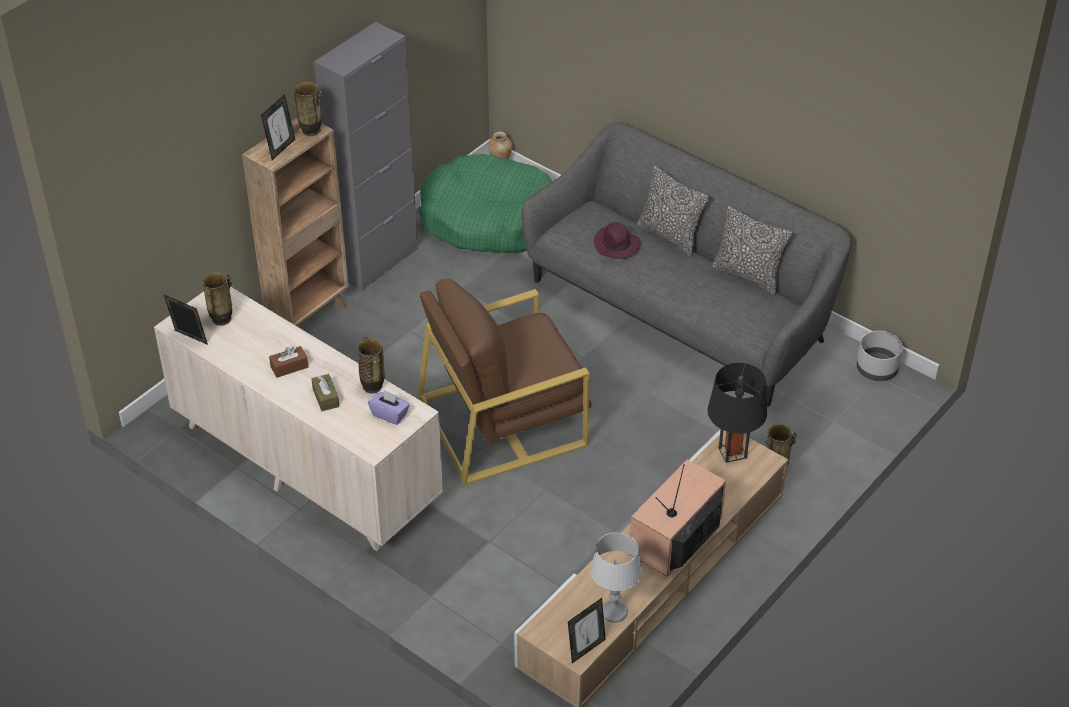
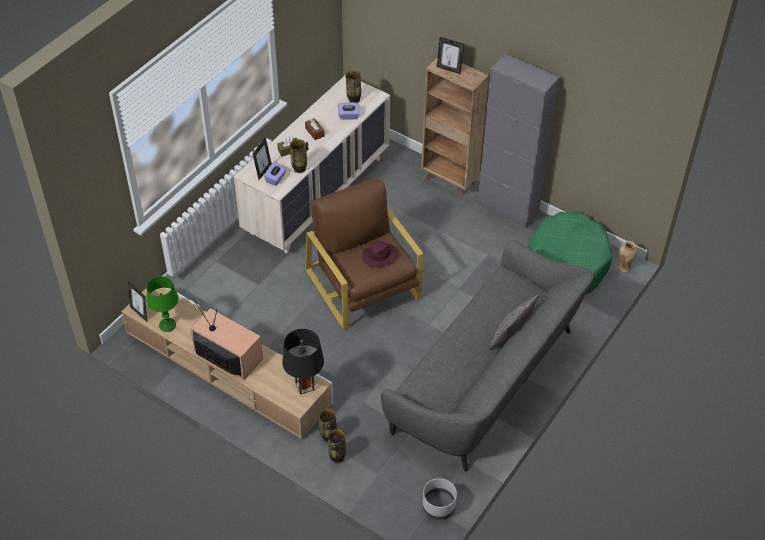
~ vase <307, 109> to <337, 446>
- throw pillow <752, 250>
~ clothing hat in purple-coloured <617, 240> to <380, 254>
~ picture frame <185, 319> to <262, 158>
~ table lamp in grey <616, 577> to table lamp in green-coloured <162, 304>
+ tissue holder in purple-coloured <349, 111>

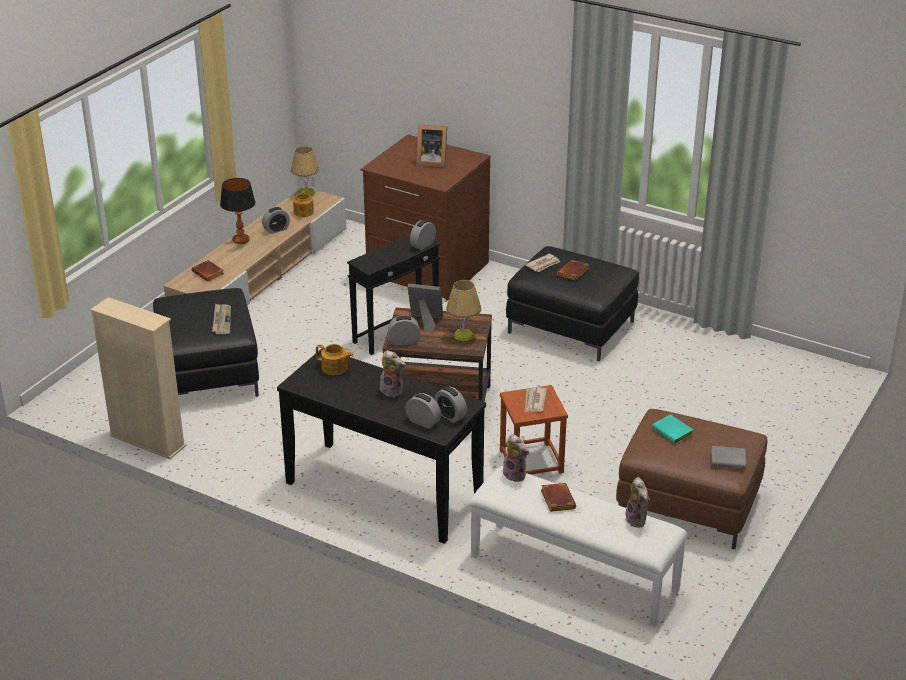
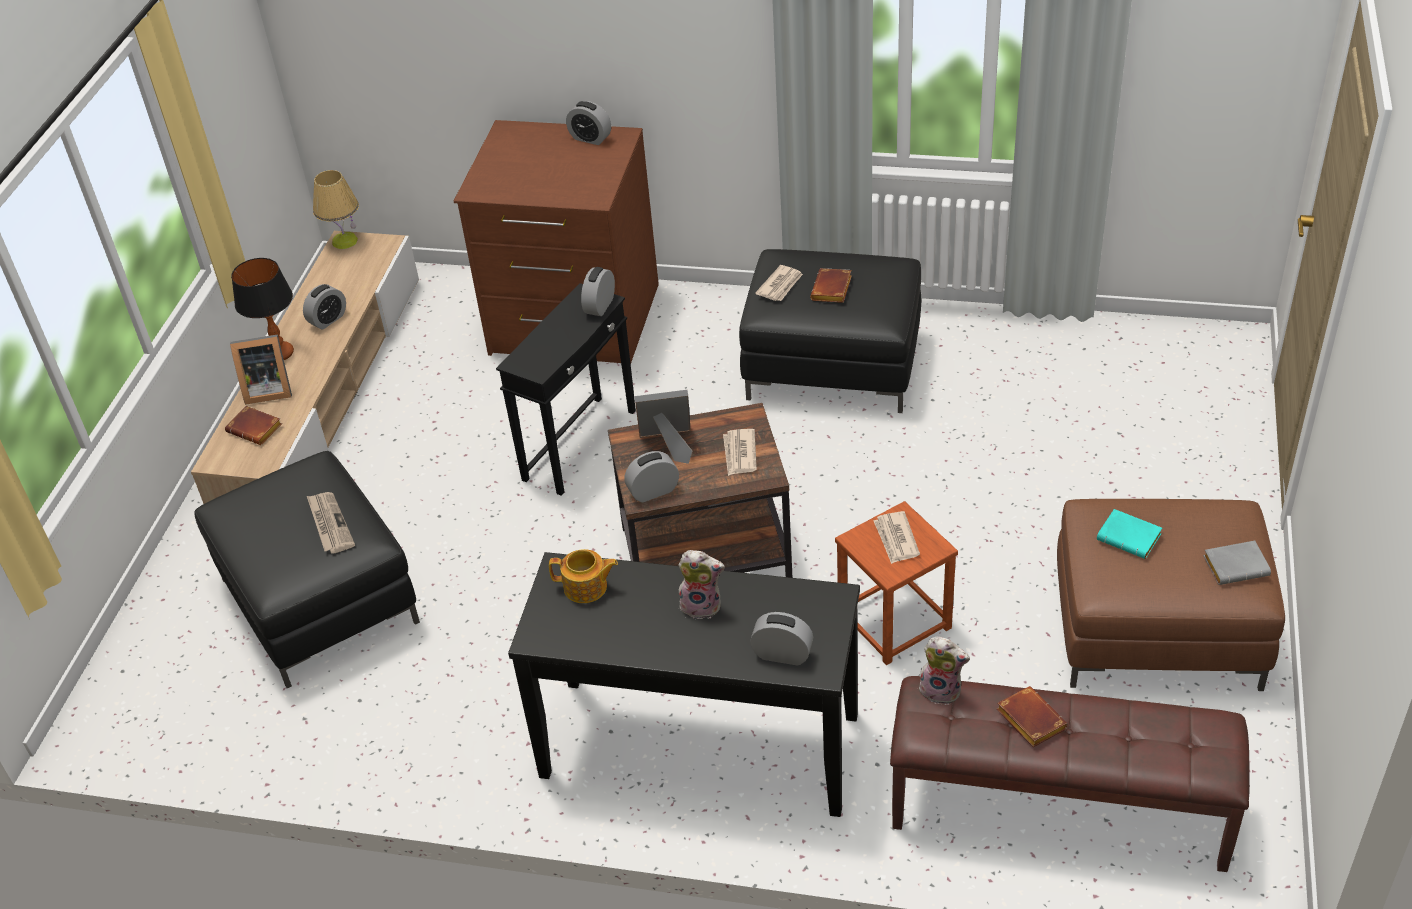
~ picture frame <432, 145> to <261, 369>
- tea pot <303, 203>
~ table lamp <463, 310> to daily paper <740, 452>
- shelving unit in beige <138, 378>
~ bedside clock <450, 405> to <588, 123>
~ long seat in white-coloured <578, 546> to long seat in brownish <1070, 774>
- plush toy <638, 502>

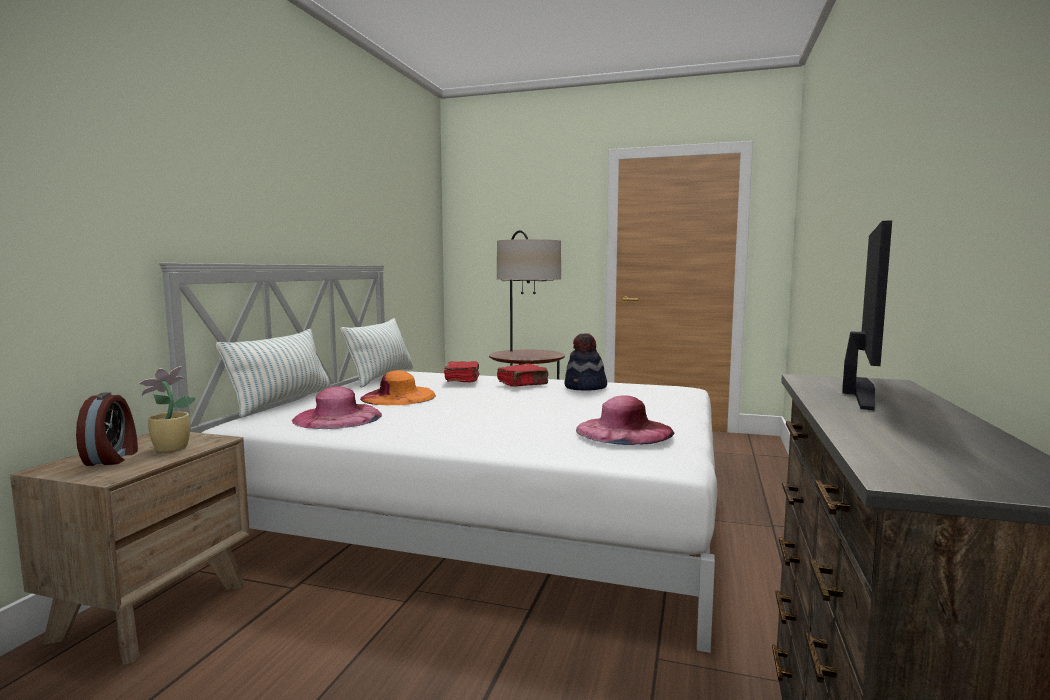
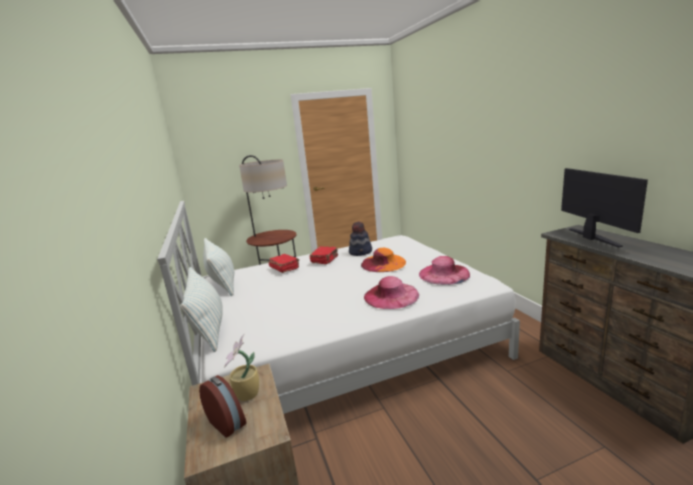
~ clothing hat in orange <398, 387> to <383, 260>
~ clothing hat in pink <337, 407> to <391, 292>

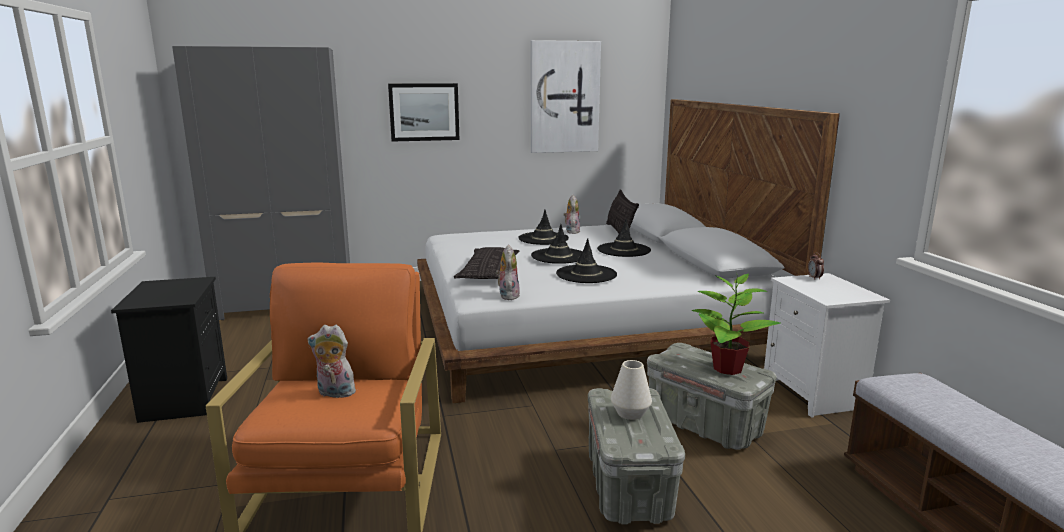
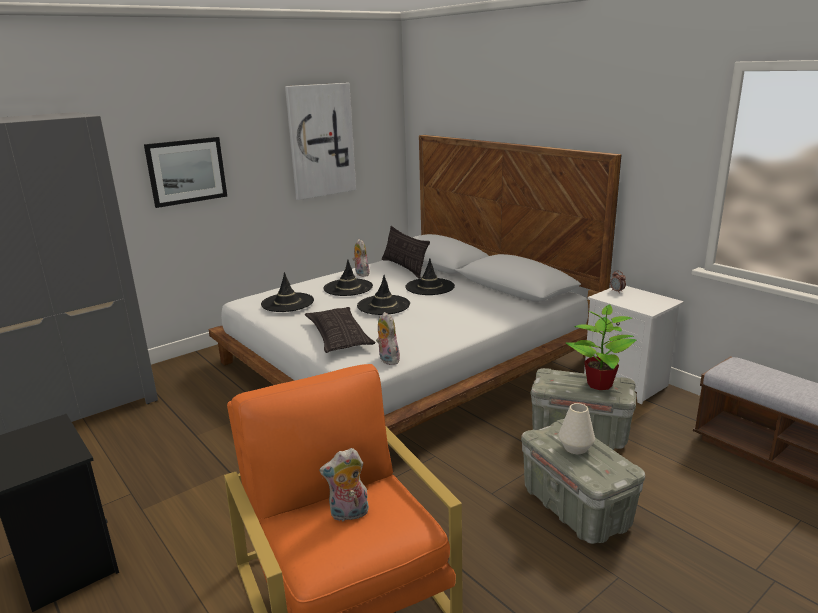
~ clothing hat in black-coloured <586, 260> to <287, 292>

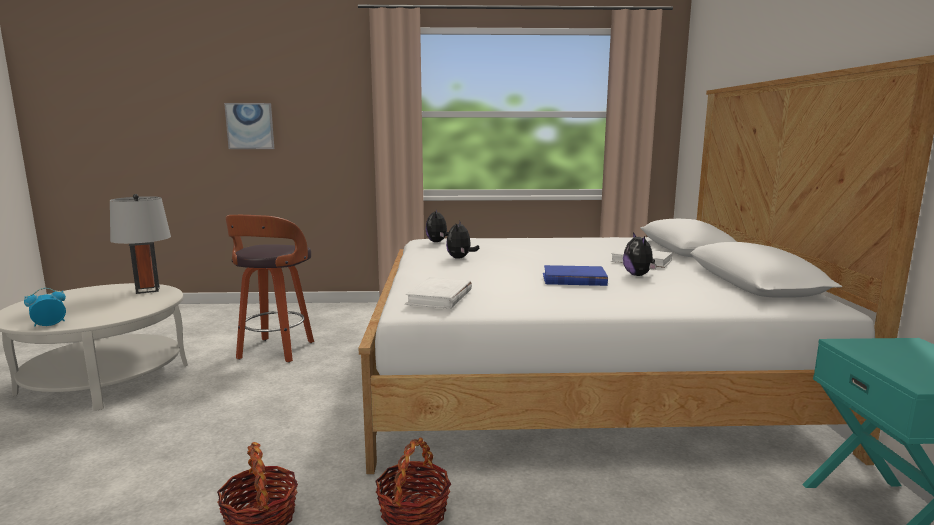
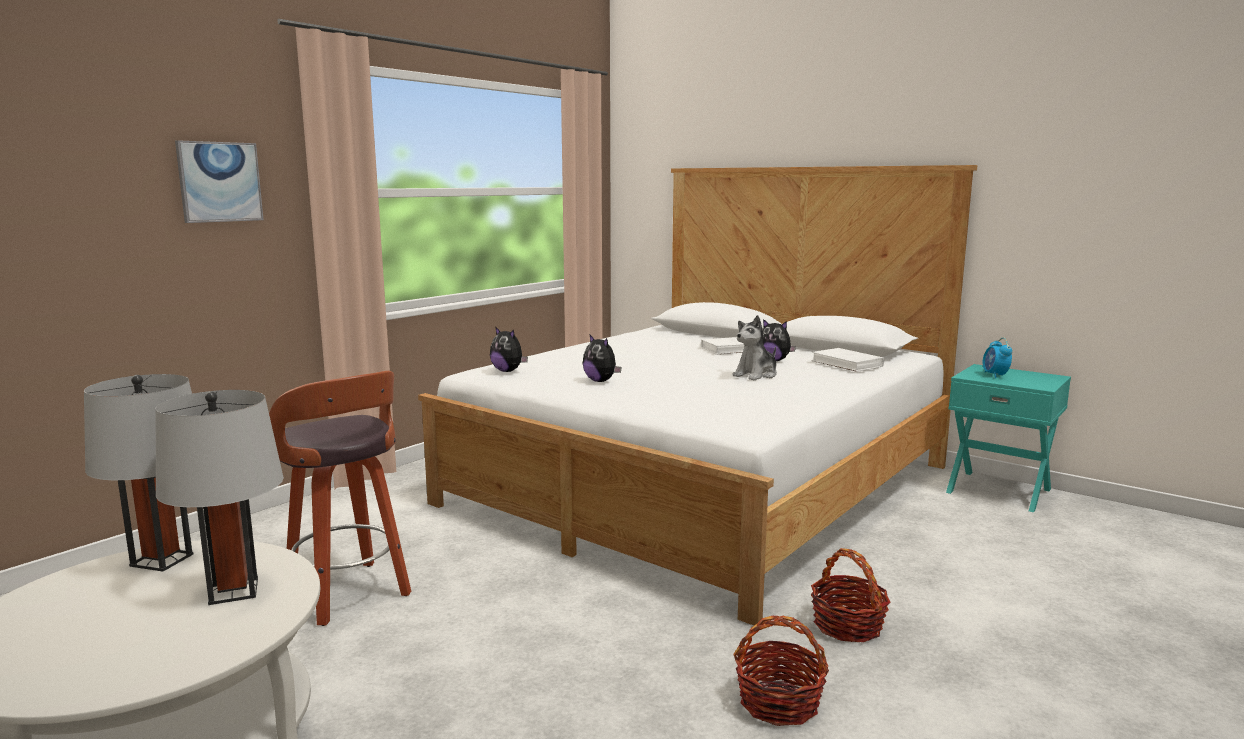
~ wall picture <249, 126> to <219, 181>
~ volume in blue-coloured <575, 275> to plush toy <754, 347>
~ volume in white-coloured <438, 293> to <848, 360>
~ bedside clock <45, 307> to <997, 357>
+ table lamp in grey <219, 497>

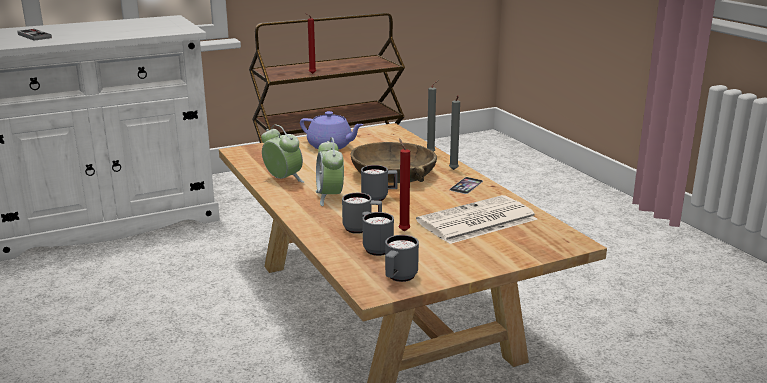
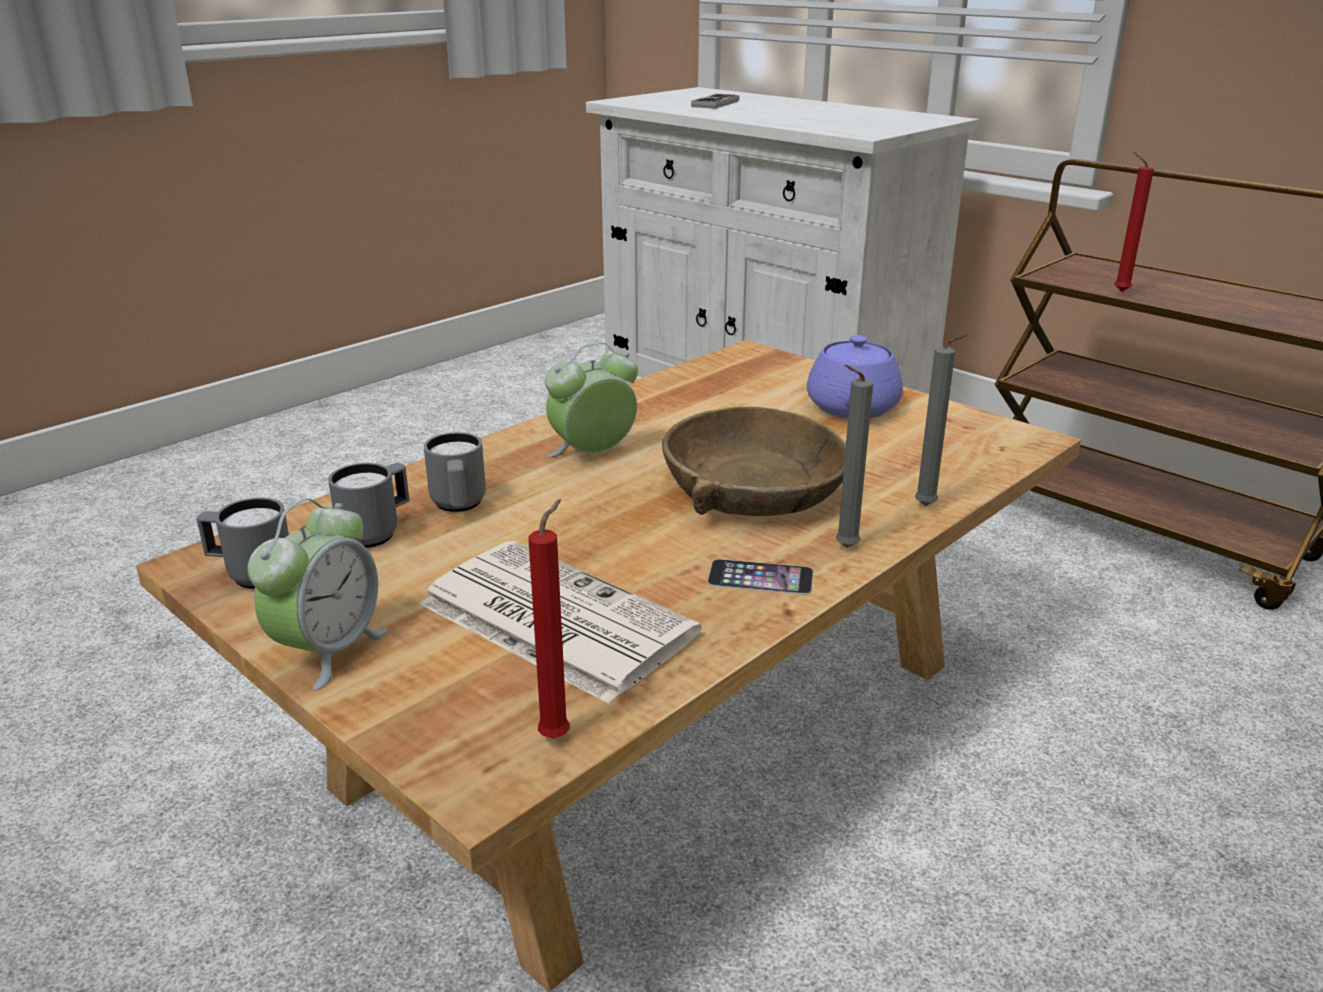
~ bedside clock <282, 153> to <317, 594>
~ wax light in red-coloured <404, 185> to <549, 618>
- coffee mug in grey <379, 183>

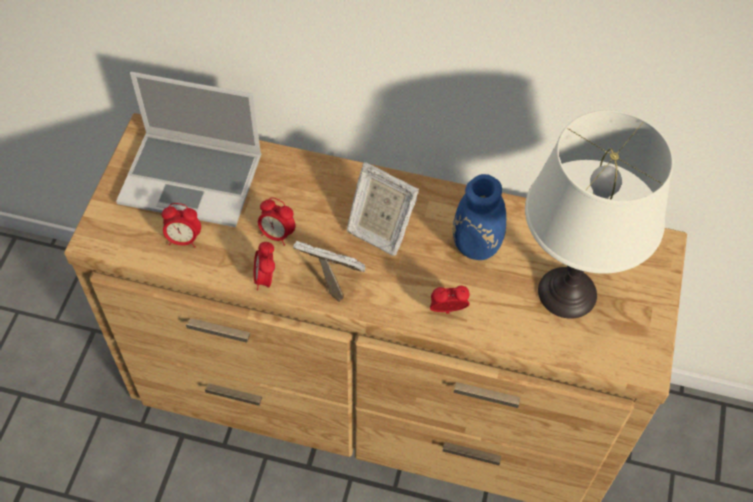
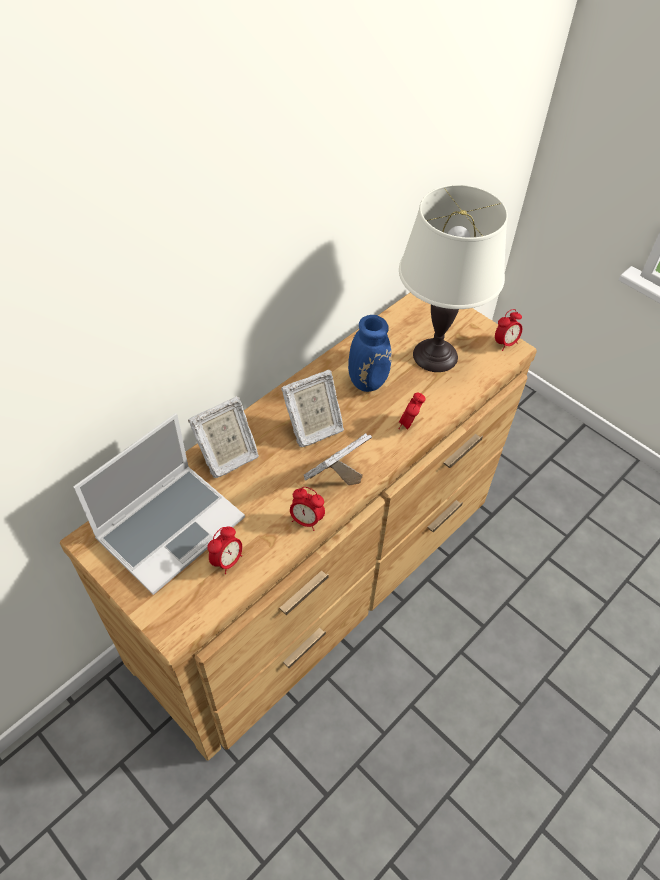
~ bedside clock <276, 221> to <508, 330>
+ picture frame <223, 437>

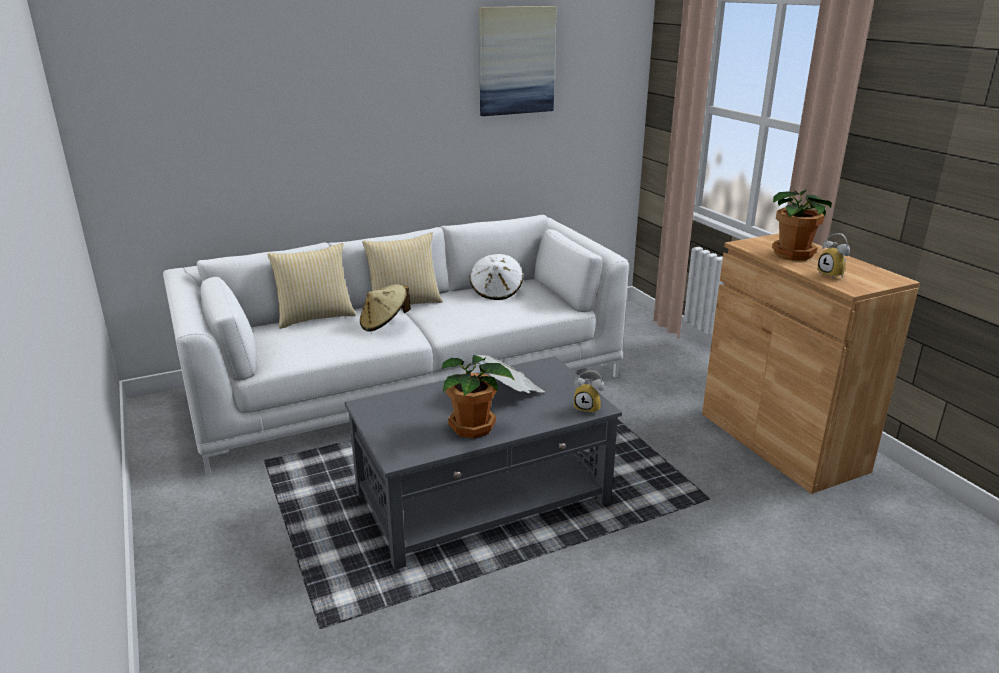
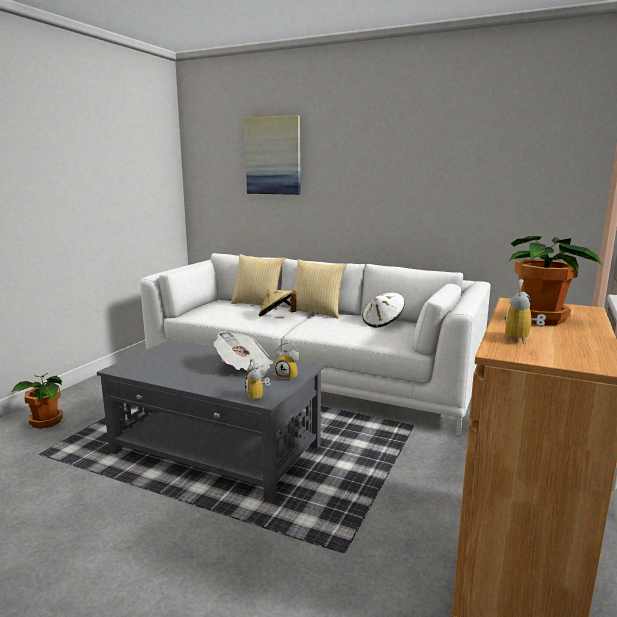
~ wall picture <518, 61> to <273, 155>
~ plant in a pot <478, 396> to <37, 401>
+ bedside clock <287, 361>

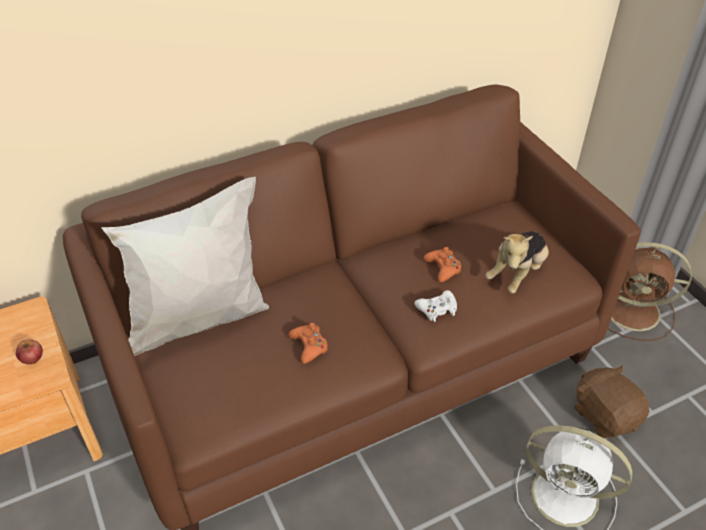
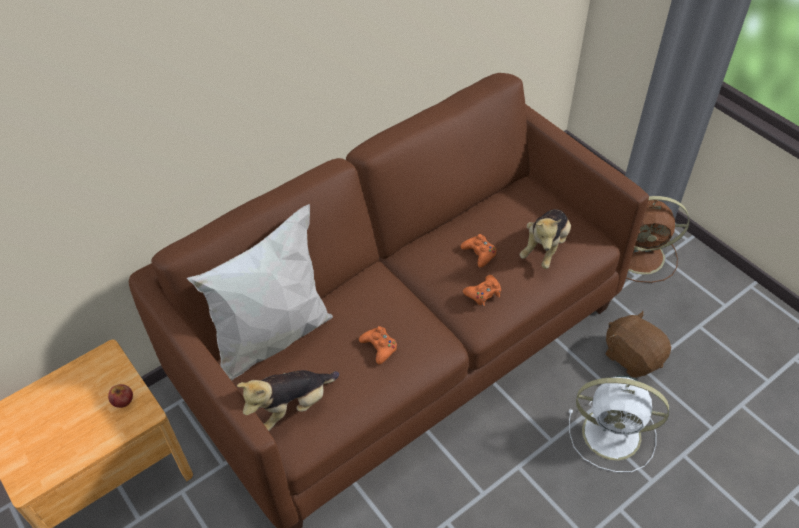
~ gamepad in white-coloured <435, 306> to gamepad in orange <482, 290>
+ plush toy <288, 400>

